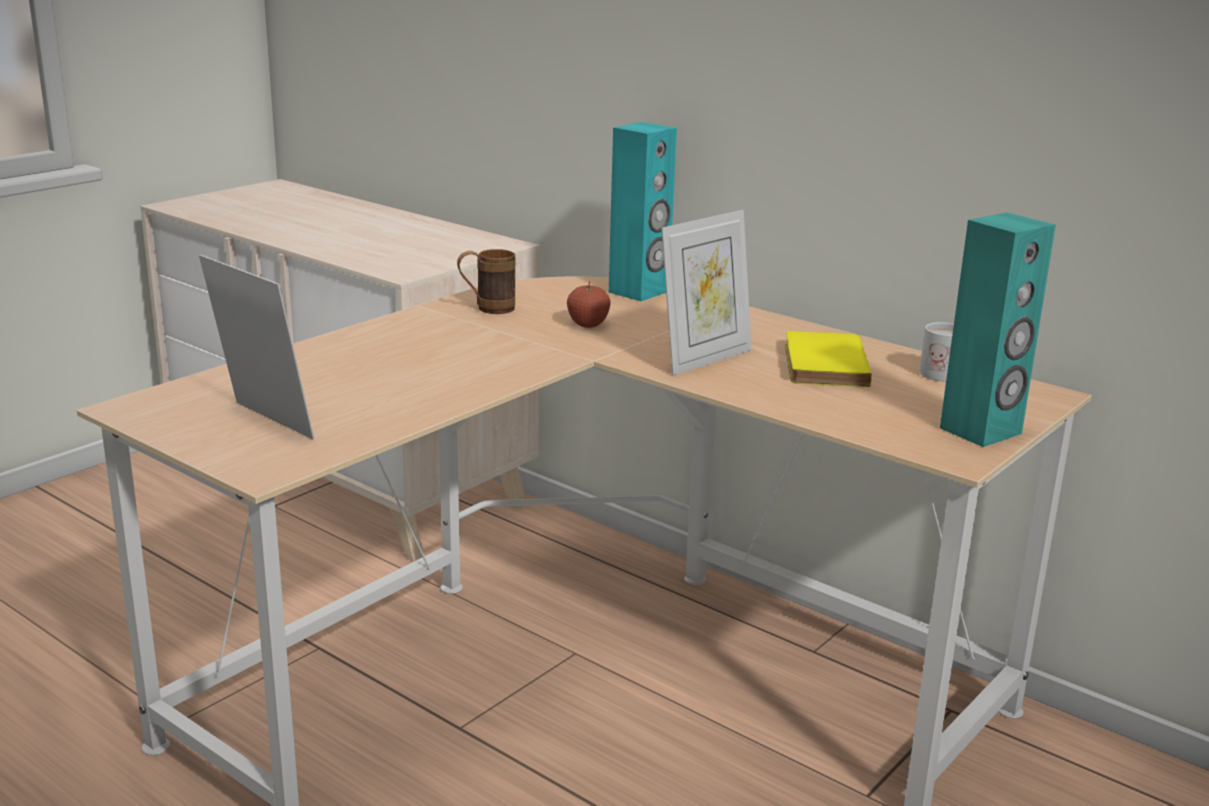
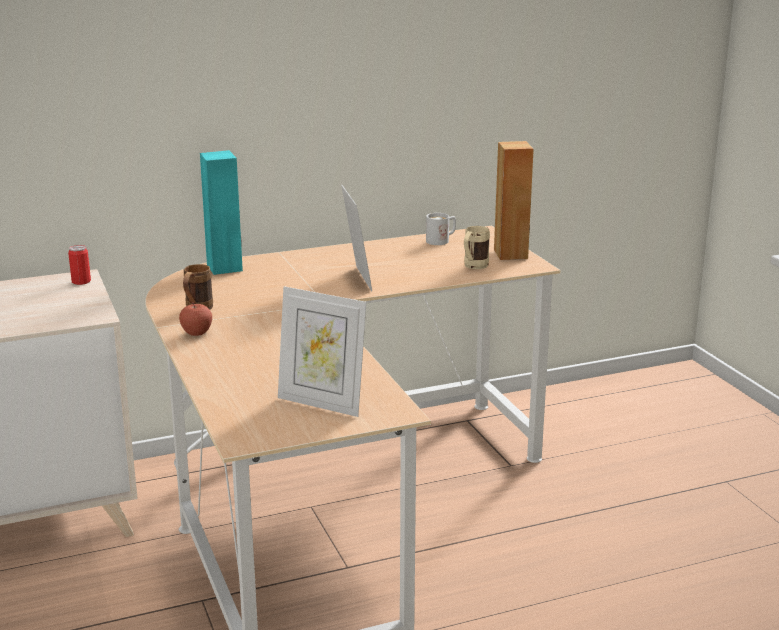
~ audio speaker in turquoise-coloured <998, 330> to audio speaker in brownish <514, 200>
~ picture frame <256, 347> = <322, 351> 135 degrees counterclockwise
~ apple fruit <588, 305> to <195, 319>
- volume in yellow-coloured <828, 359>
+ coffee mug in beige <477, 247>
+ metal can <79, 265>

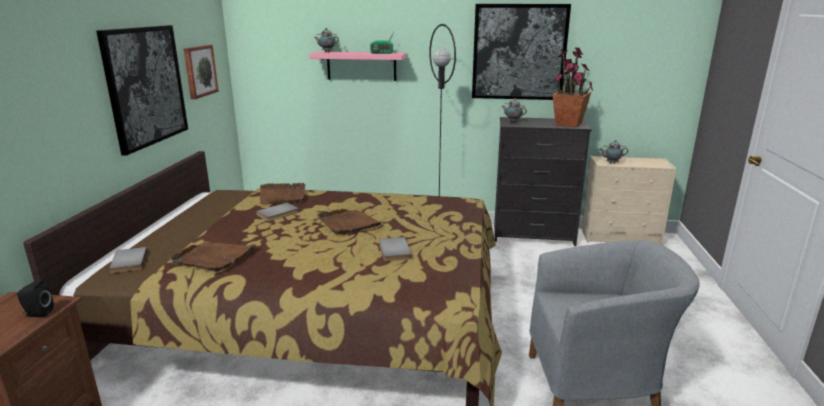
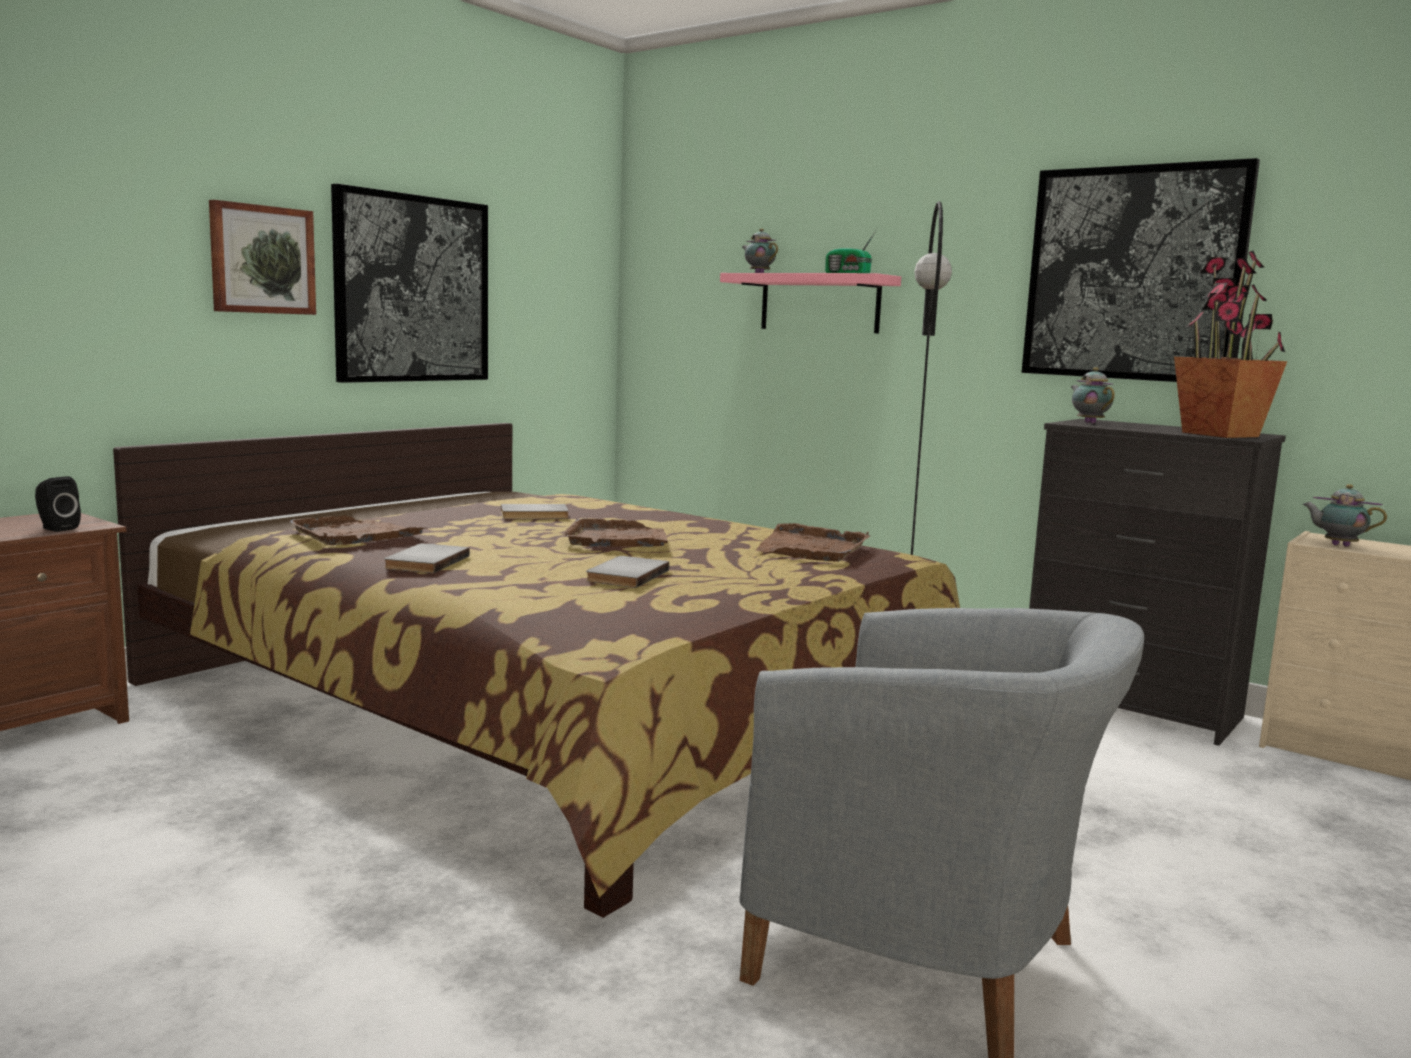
~ wall picture <201, 72> to <262, 257>
~ tray in brownish <283, 193> to <812, 542>
~ volume in grey <128, 260> to <427, 558>

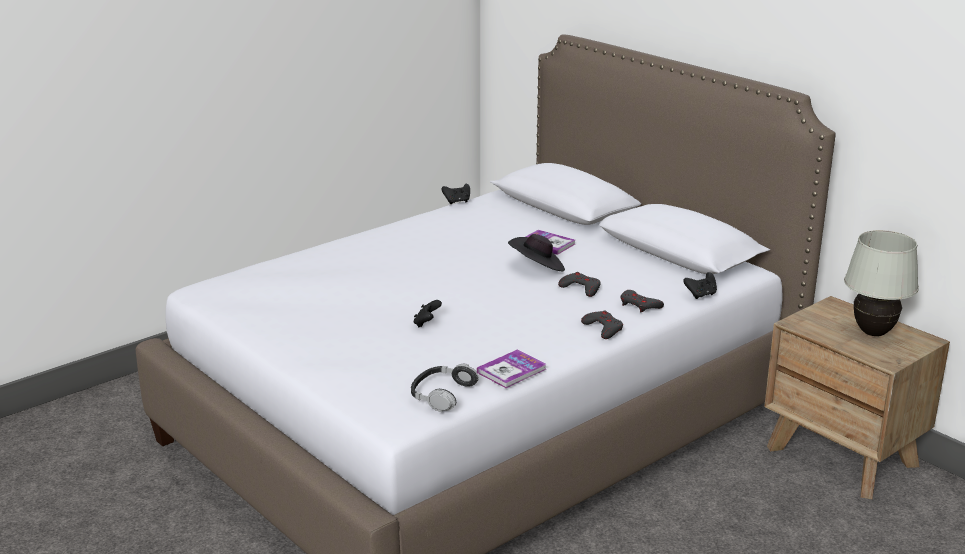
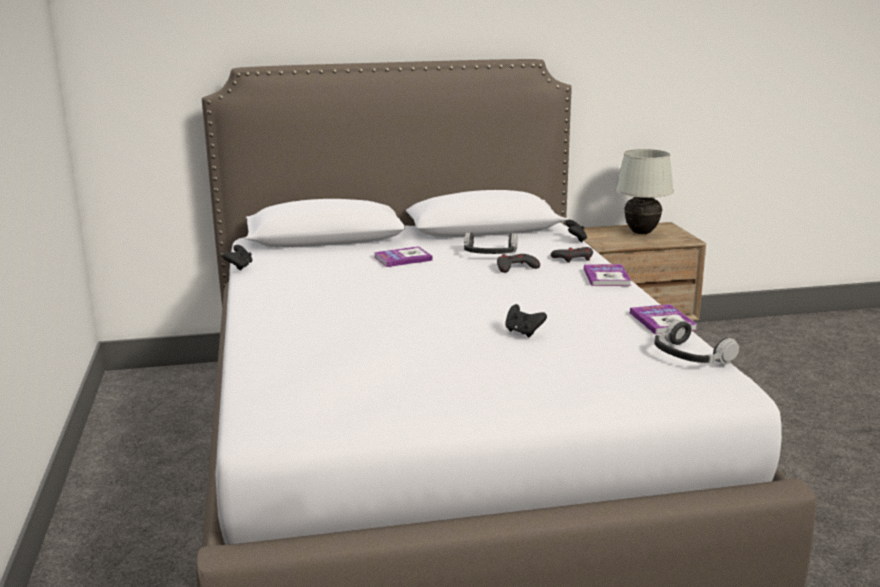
- clothing hat in black-coloured <536, 252>
~ gamepad in grey <602, 325> to volume <608, 275>
+ pair of headphones <491, 243>

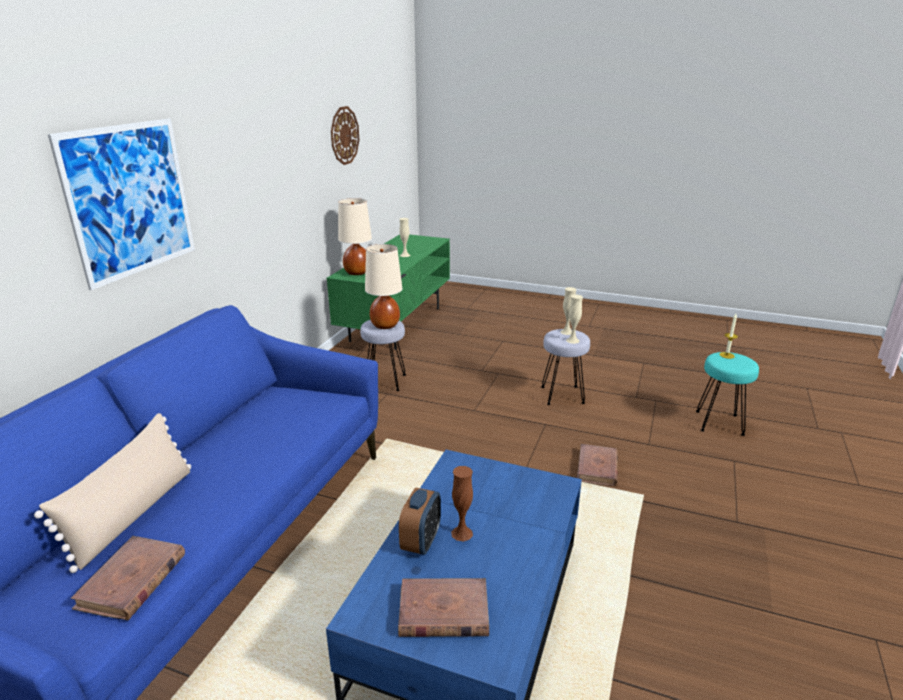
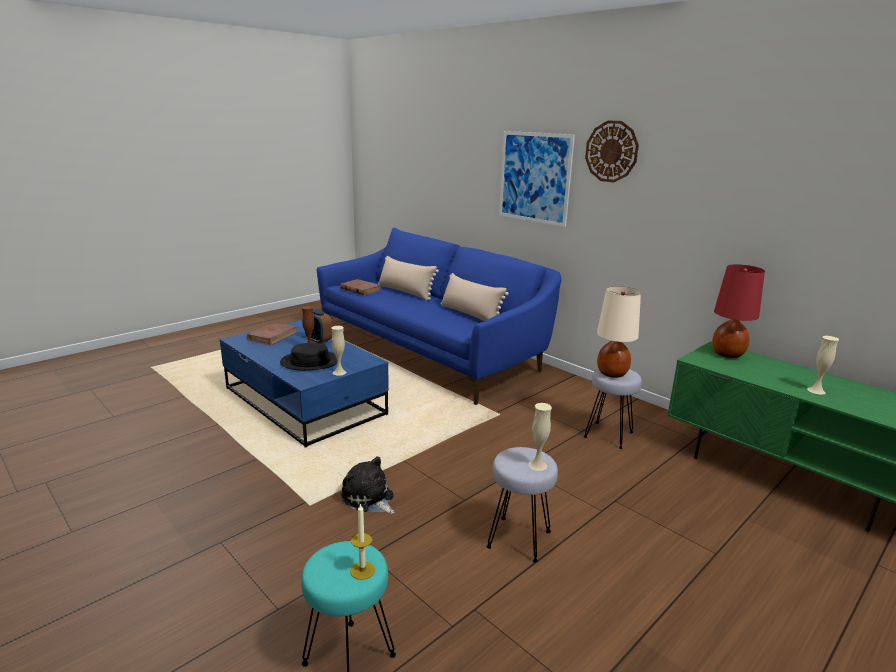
~ clock on the wall <345, 135> to <612, 151>
~ table lamp in beige <355, 236> to table lamp in red-coloured <738, 311>
~ vase in beige <574, 319> to <339, 351>
~ volume in brownish <597, 465> to plush toy <368, 485>
+ throw pillow in beige <475, 297>
+ clothing hat in black-coloured <308, 357>

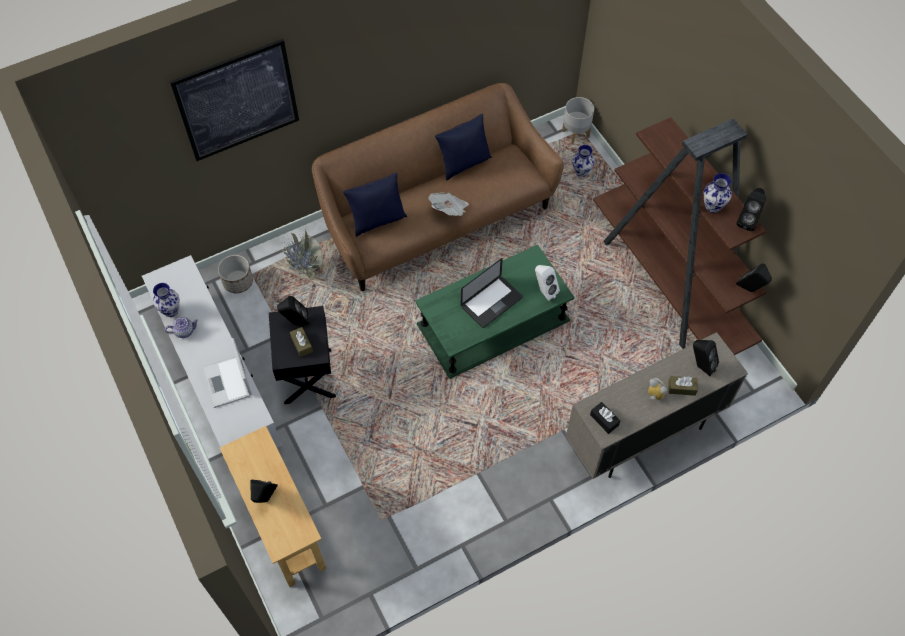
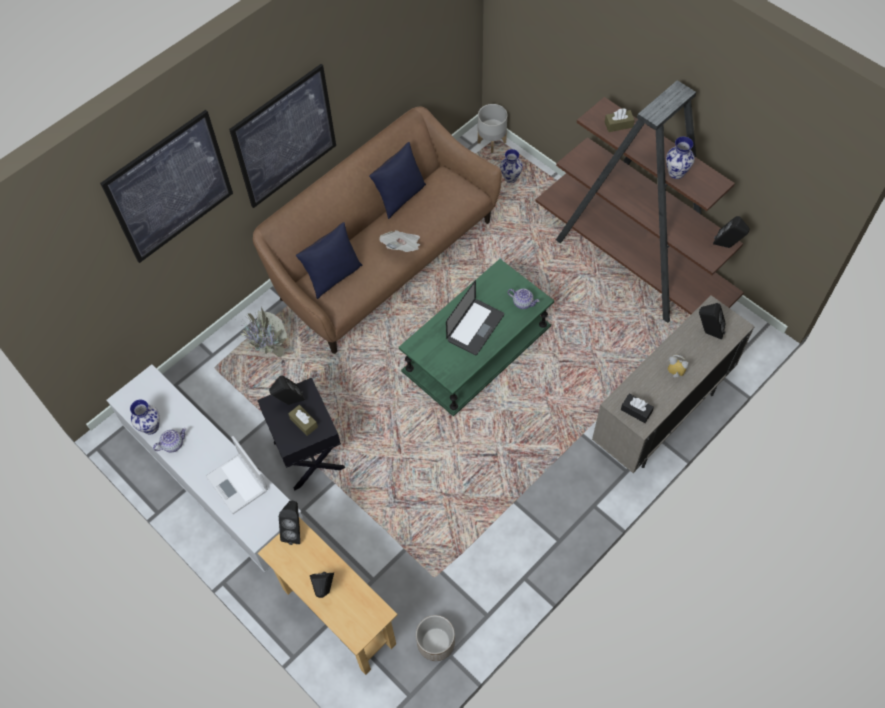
~ audio speaker in black-coloured <751, 209> to <289, 523>
~ plant pot <235, 274> to <435, 638>
~ audio speaker in white-coloured <547, 283> to tea pot <523, 298>
~ tissue holder in brownish <683, 386> to <620, 120>
+ wall picture <282, 136>

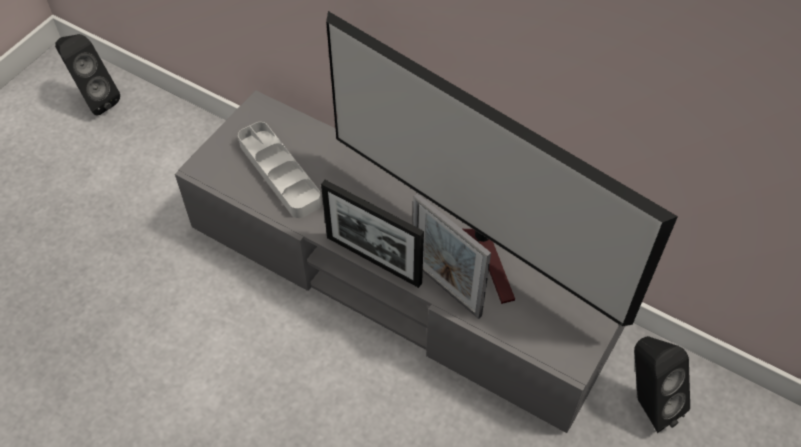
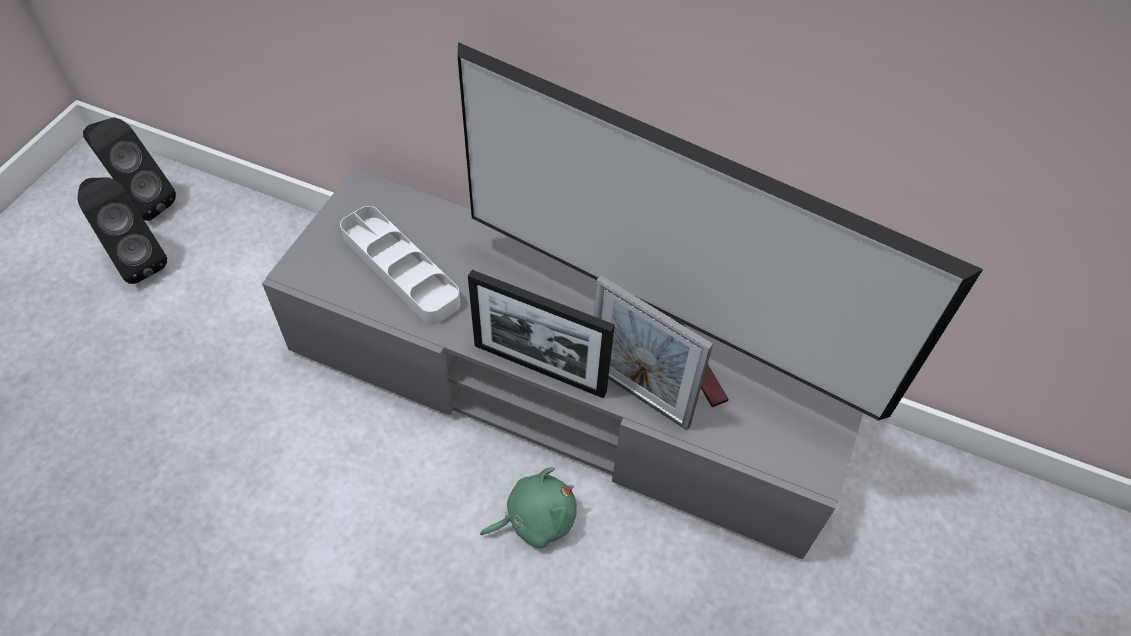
~ audio speaker in black-coloured <662, 384> to <122, 231>
+ plush toy in green-coloured <528, 507>

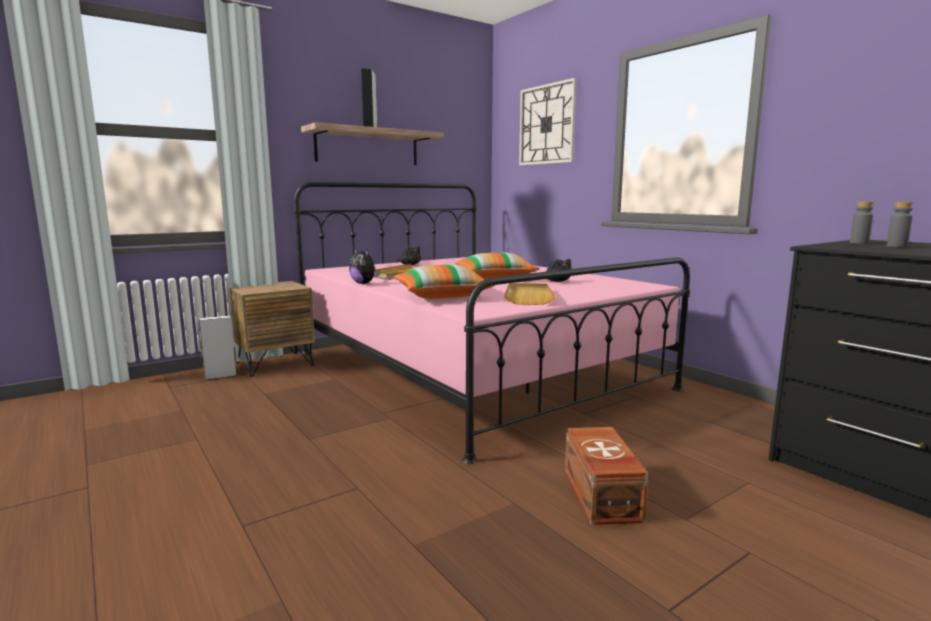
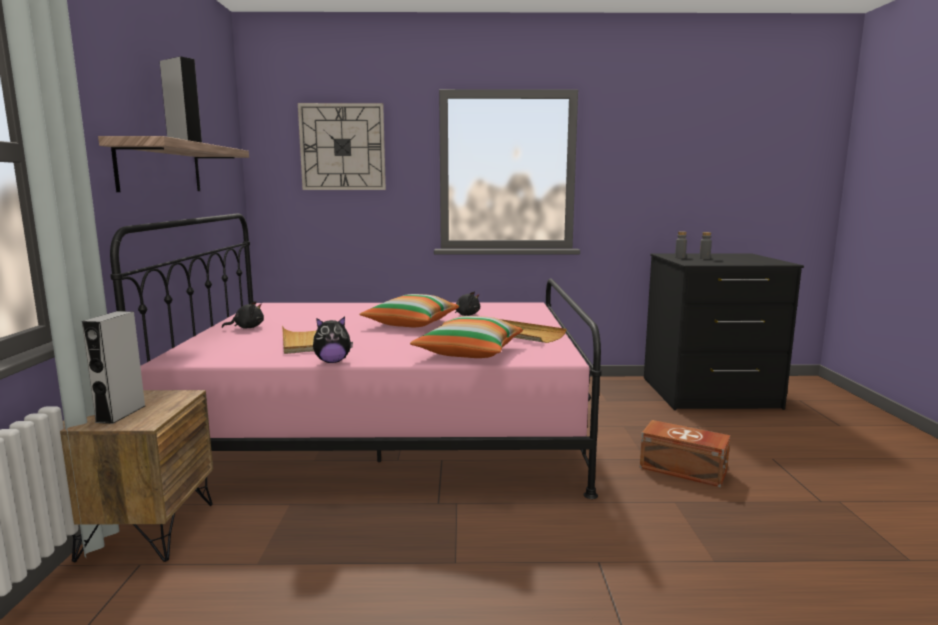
~ audio speaker in grey <218, 347> to <113, 367>

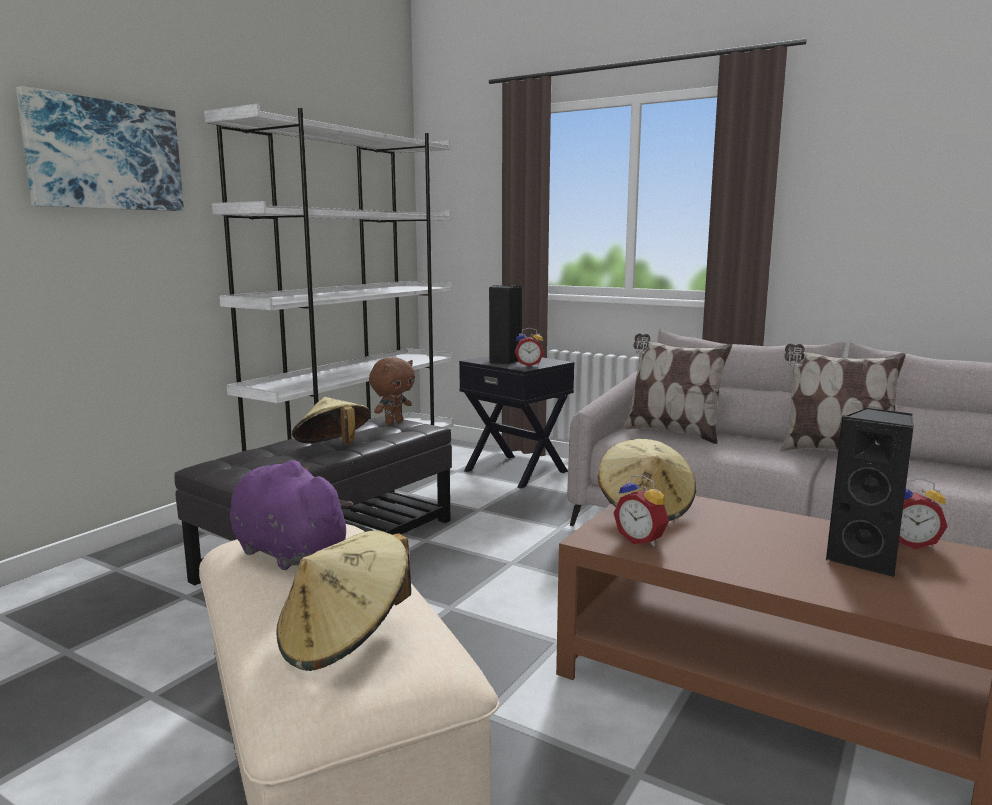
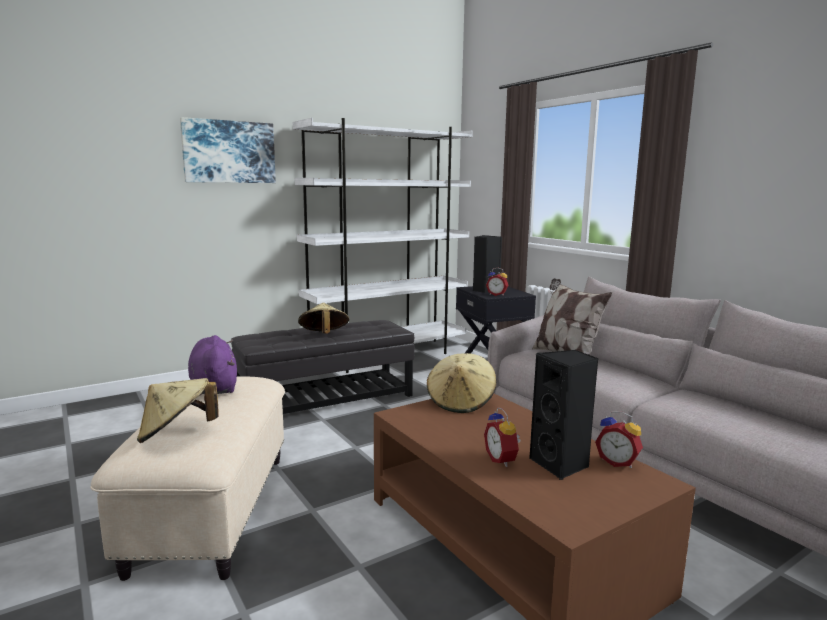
- throw pillow <843, 397>
- plush toy in brownish <392, 391>
~ bedside clock <641, 510> to <502, 437>

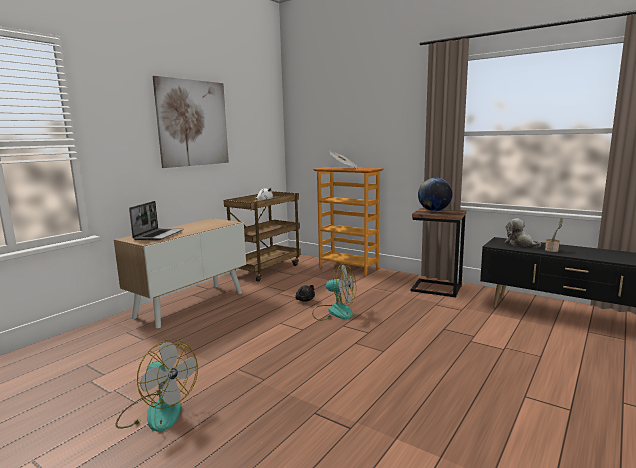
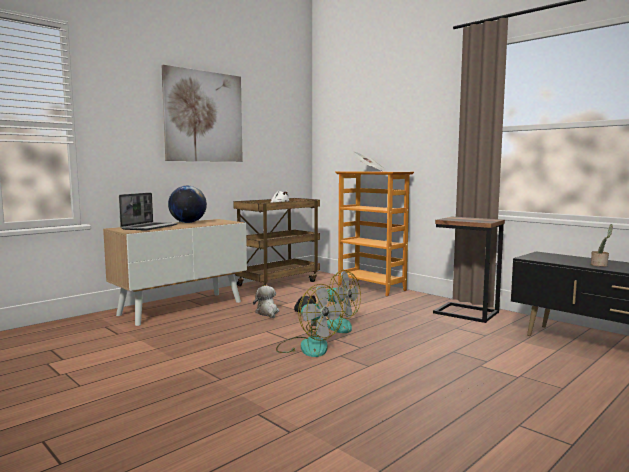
~ globe <435, 194> to <187, 204>
~ plush toy <523, 233> to <266, 302>
~ fan <156, 385> to <309, 320>

